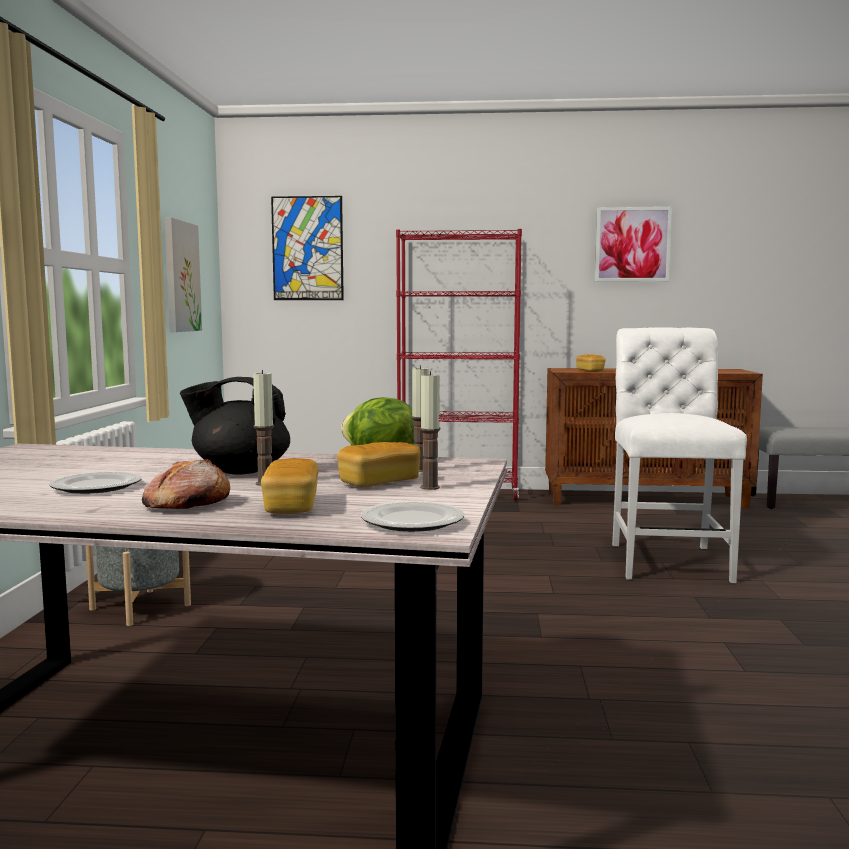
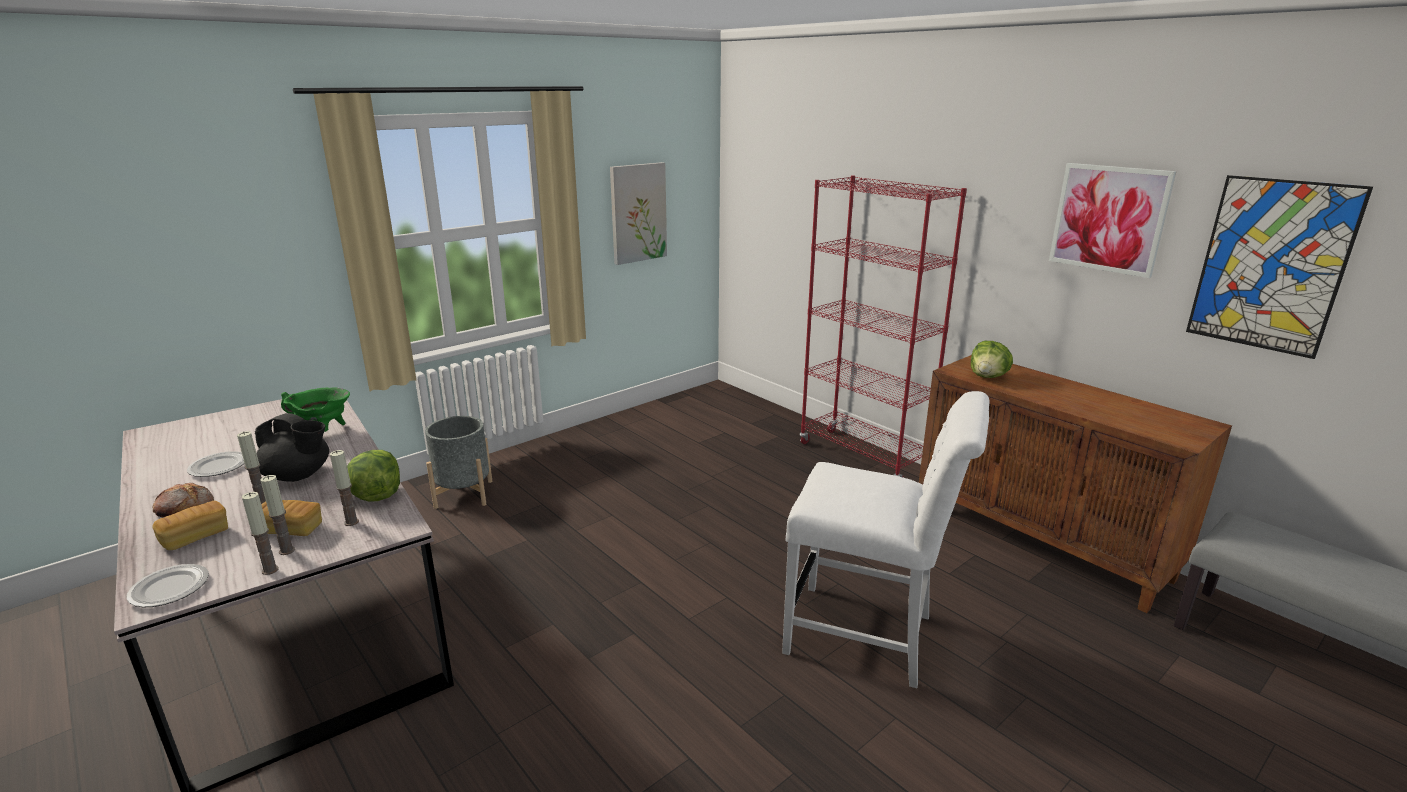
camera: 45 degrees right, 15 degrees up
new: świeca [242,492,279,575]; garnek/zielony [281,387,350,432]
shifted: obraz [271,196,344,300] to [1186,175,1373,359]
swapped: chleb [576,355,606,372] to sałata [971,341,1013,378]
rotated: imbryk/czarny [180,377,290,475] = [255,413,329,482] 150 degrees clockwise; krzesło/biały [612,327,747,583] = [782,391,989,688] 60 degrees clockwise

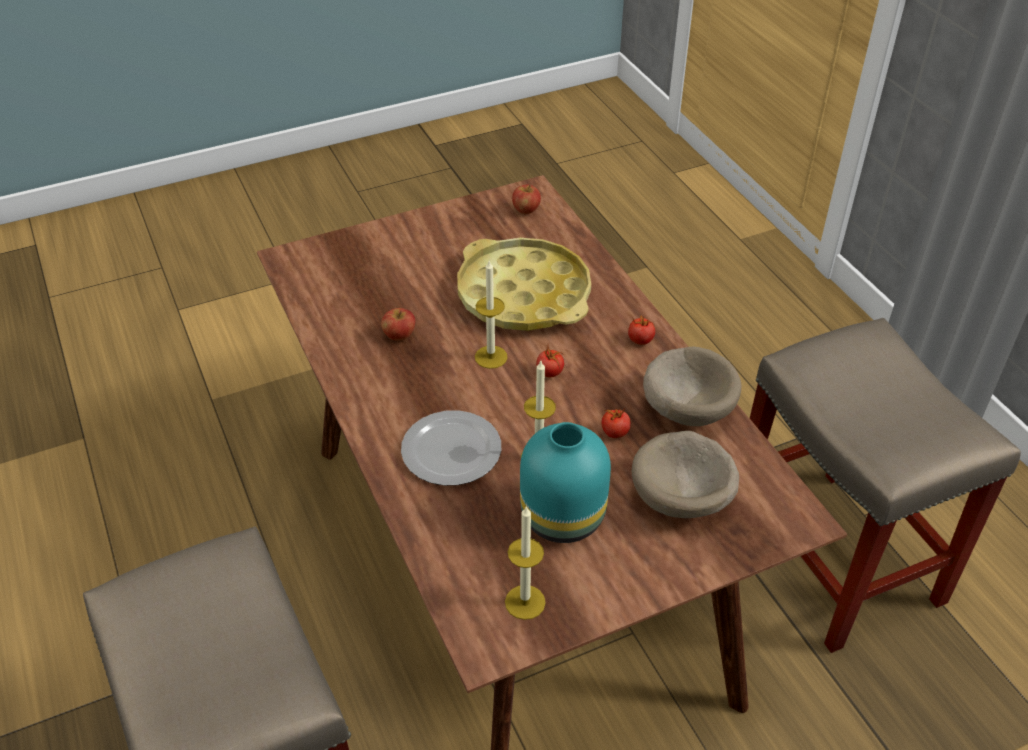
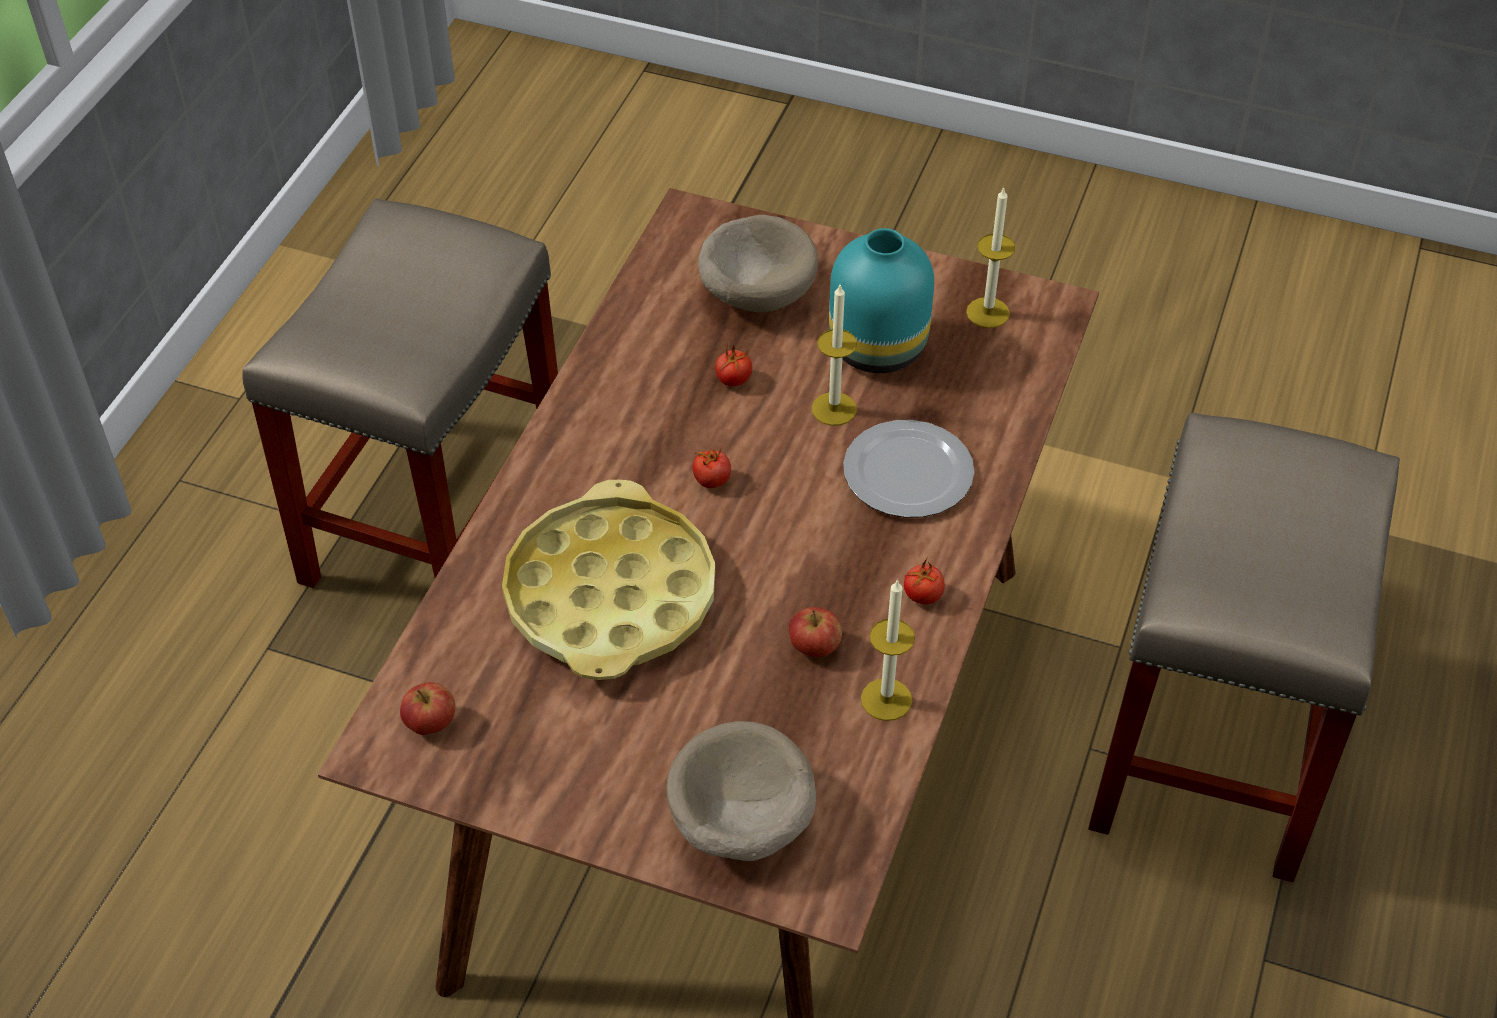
camera: 135 degrees left, 5 degrees up
shifted: świeca [475,261,508,369] to [861,579,915,721]; pomidor [628,315,655,345] to [904,558,945,604]; miska/beżowy [643,347,741,426] to [666,721,816,861]

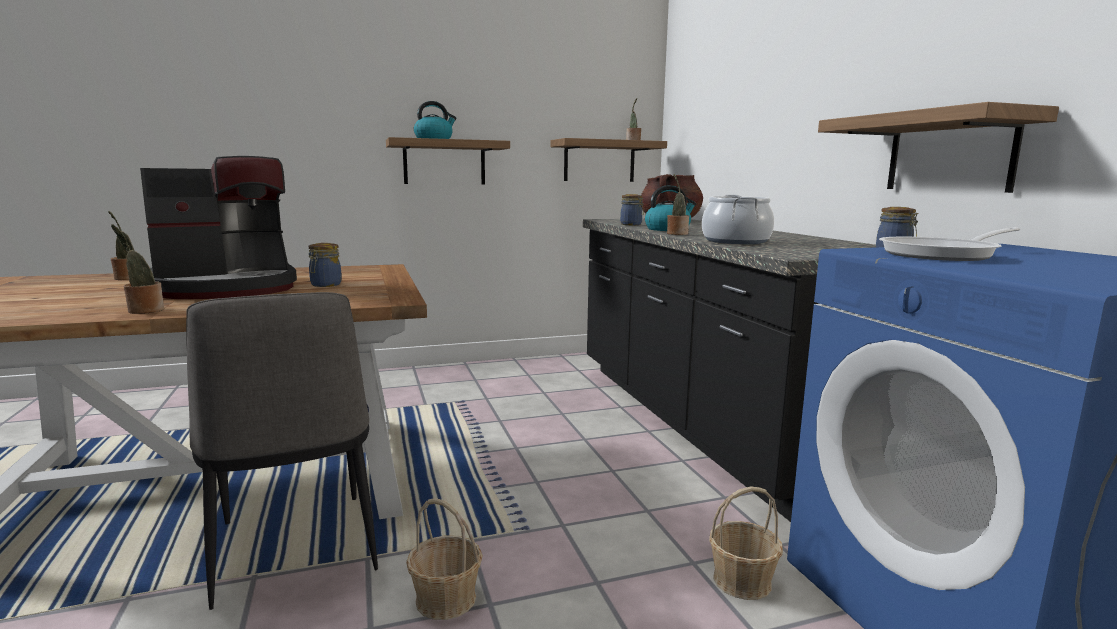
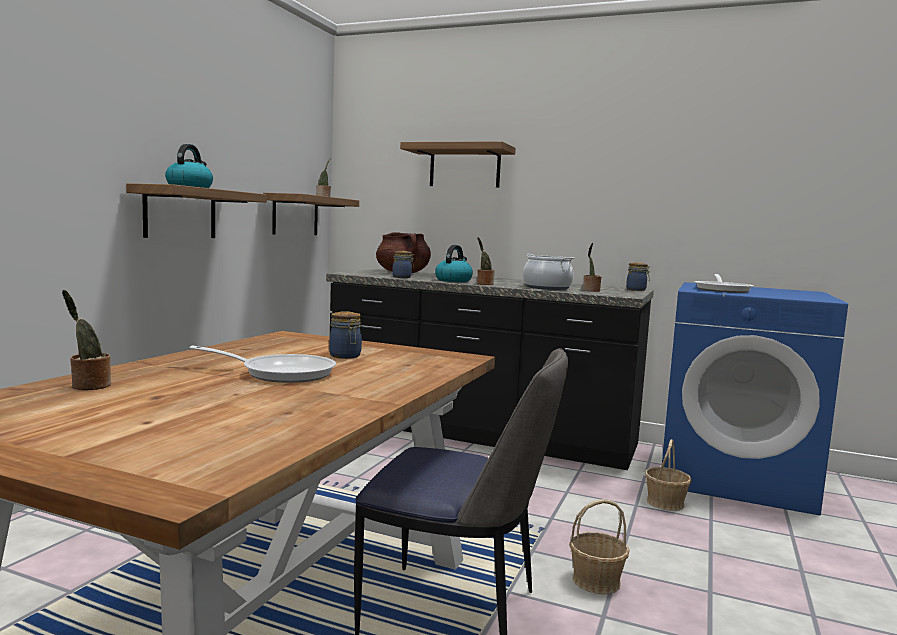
camera: 50 degrees left, 5 degrees down
shifted: roślina doniczkowa [111,224,164,314] to [583,243,601,292]; półka [818,102,1059,193] to [400,141,516,188]
swapped: ekspres do kawy [140,156,297,299] to patelnia [189,346,336,383]

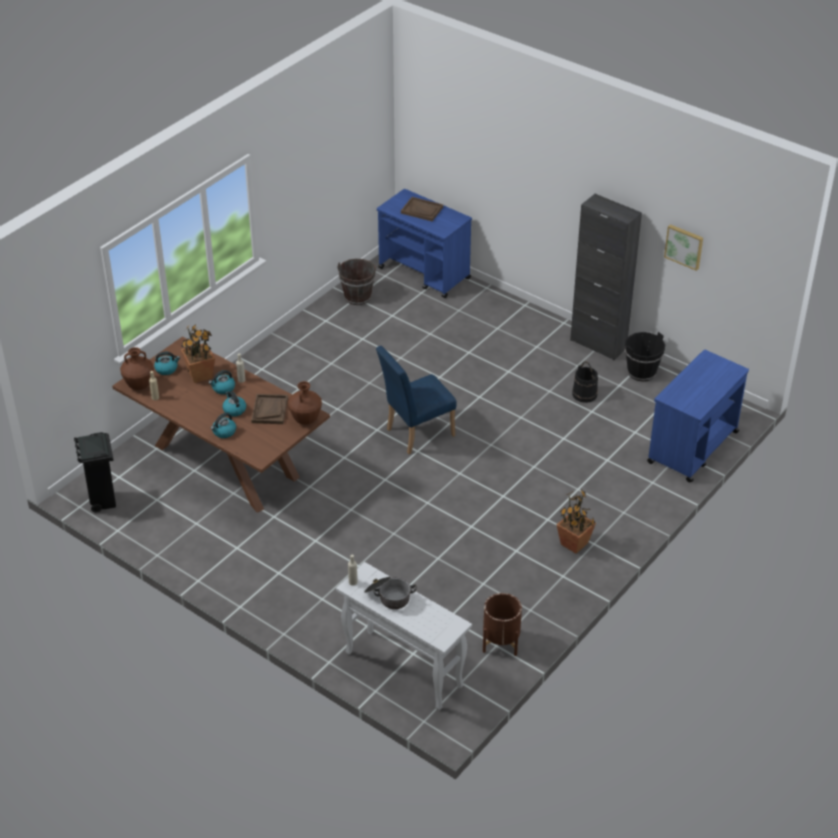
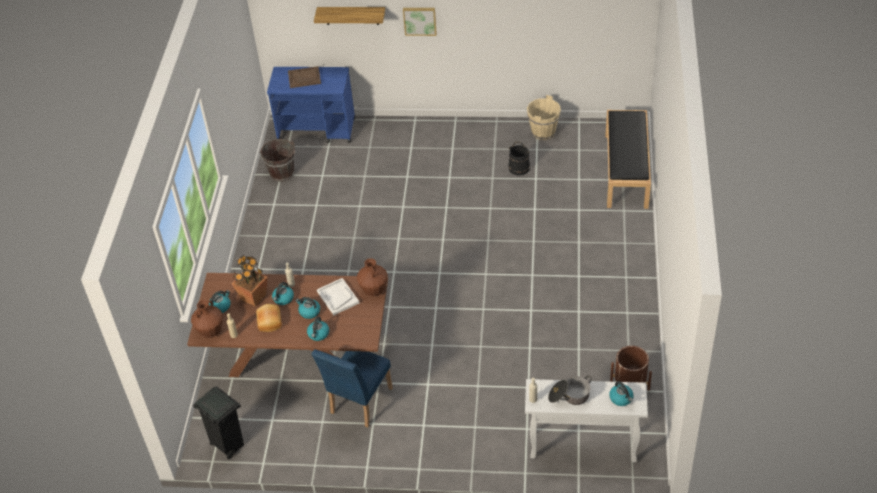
camera: 30 degrees left, 5 degrees up
gone: roślina doniczkowa [557,489,596,554]; szafka/czarny [570,194,642,360]
new: chleb [256,304,282,332]; półka [314,7,385,25]; czajnik [609,381,634,406]
shifted: krzesło/niebieski [376,346,457,454] to [311,349,393,427]; obraz [664,224,703,271] to [403,8,437,36]
swapped: wózek/niebieski [647,350,749,483] to ławka/czarny [606,110,651,209]
repainted: taca/brązowy [251,394,288,424] to taca/biały [317,278,360,315]; wiadro/czarny [625,332,665,382] to wiadro/beżowy [527,95,561,140]

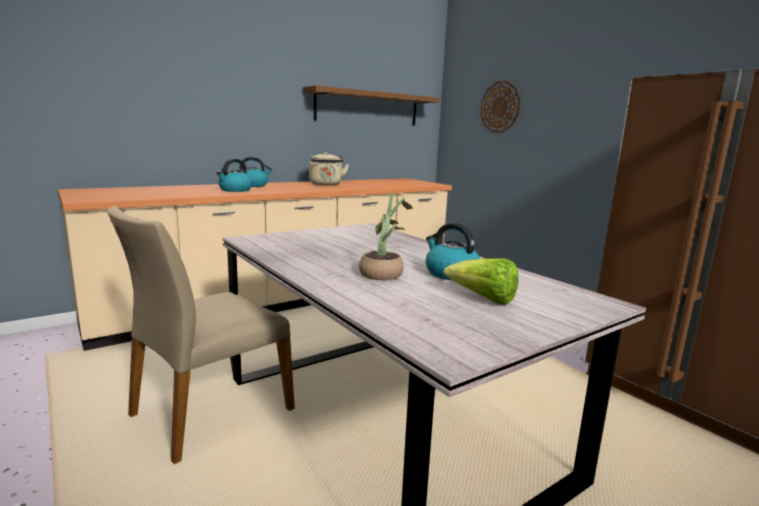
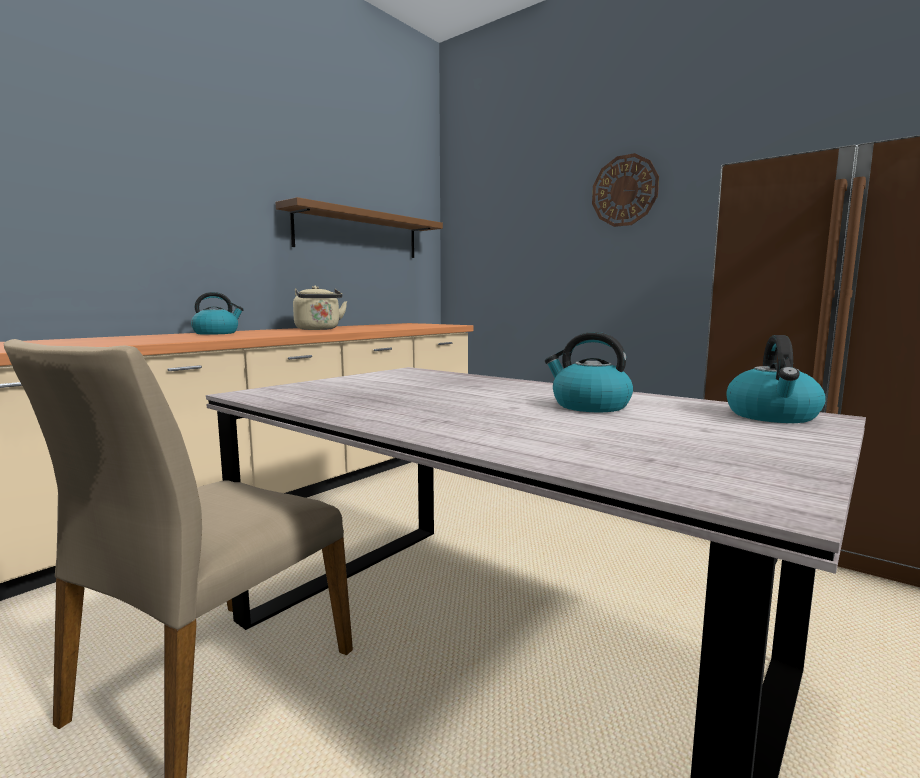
camera: 15 degrees left, 5 degrees down
gone: roślina doniczkowa [359,193,412,280]; sałata [444,258,519,305]
shifted: czajnik [216,159,253,192] to [727,335,826,423]; zegar ścienny [480,81,521,133] to [592,153,659,227]

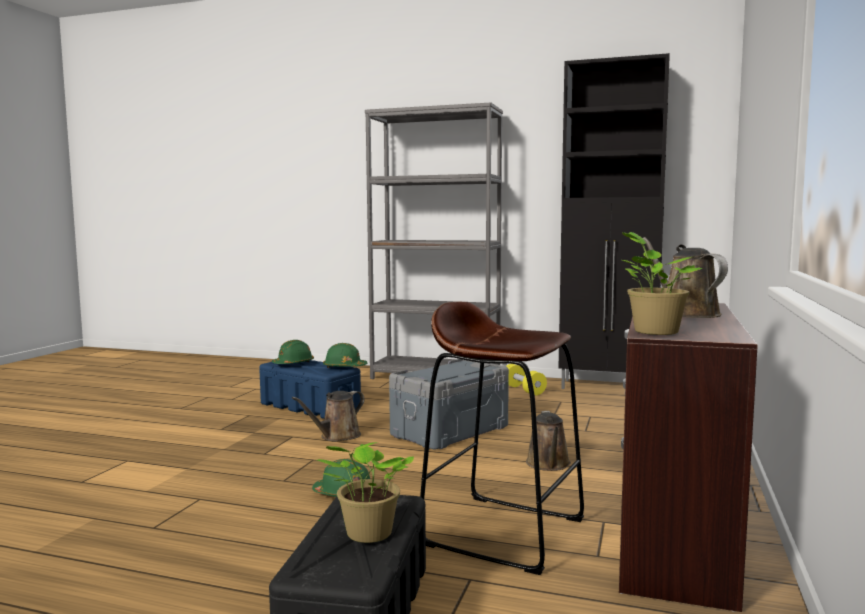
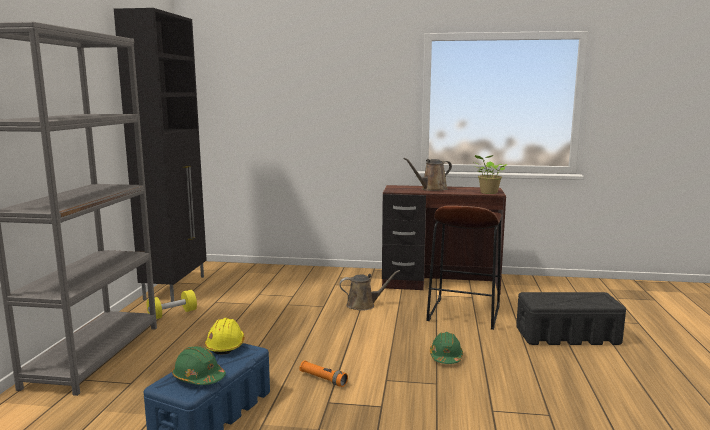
camera: 100 degrees left, 5 degrees up
gone: roślina doniczkowa [317,442,414,543]; pojemnik do przechowywania/szary [389,359,509,450]
swapped: konewka/brązowy [292,391,365,441] to latarka/pomarańczowy [299,360,348,387]
repainted: kask/zielony [323,343,368,368] to kask/żółty [205,318,245,355]

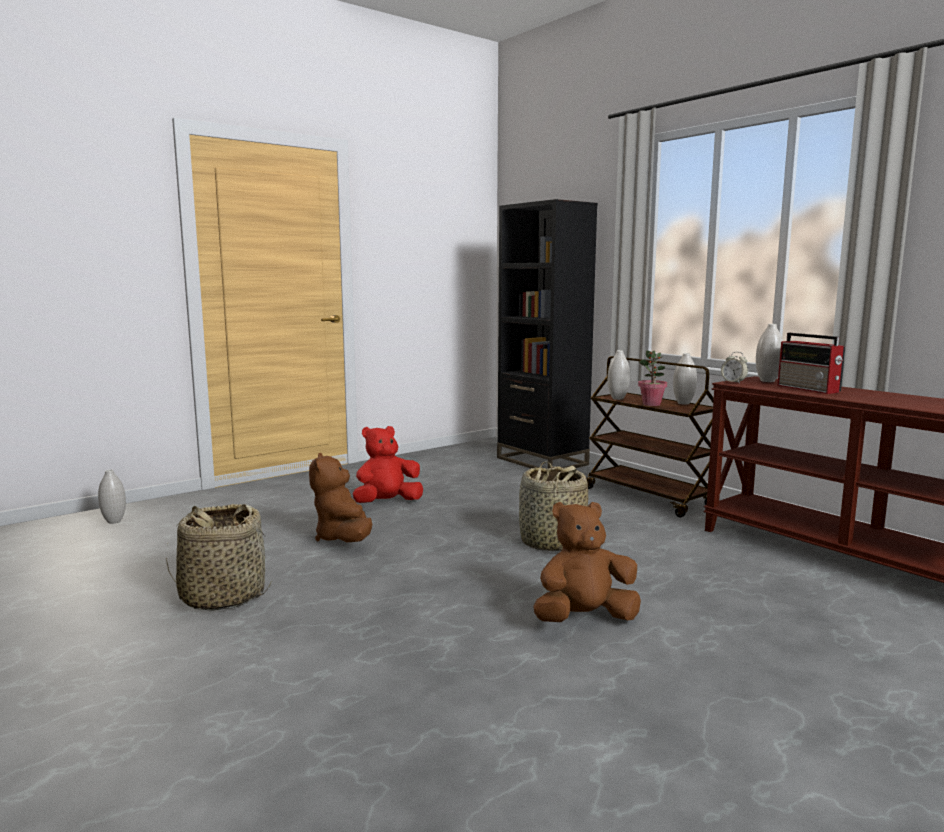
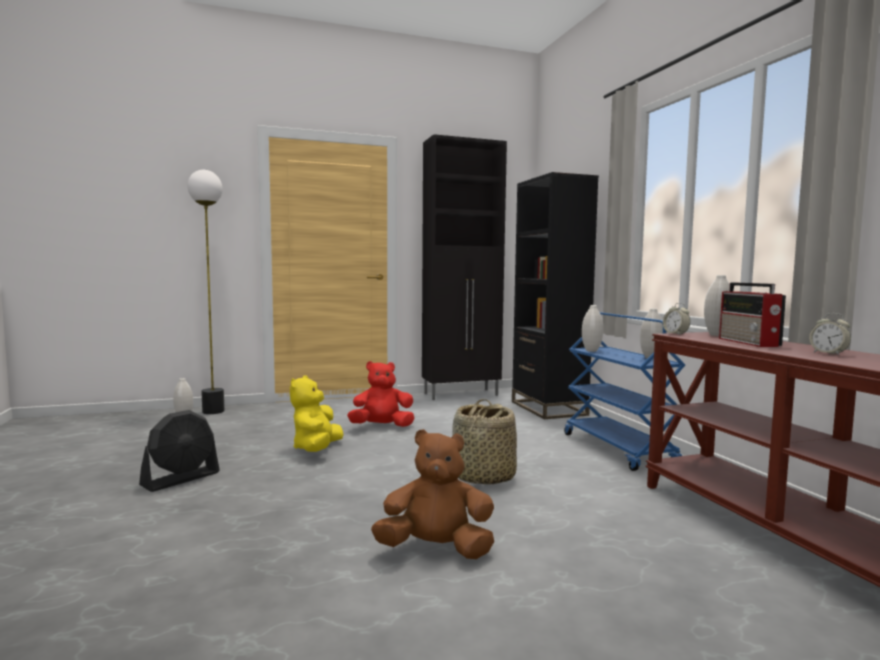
camera: 20 degrees right, 5 degrees down
gone: roślina doniczkowa [638,351,667,406]
new: lampa stojąca [187,170,224,414]; szafka/czarny [422,134,507,400]; budzik [809,313,851,355]
swapped: koszyk [166,504,272,611] to wentylator/czarny [139,410,220,492]
repainted: pluszak/brązowy [309,453,372,542] to pluszak/żółty [290,376,344,452]; wózek/brązowy [586,356,714,517] to wózek/niebieski [564,312,685,471]

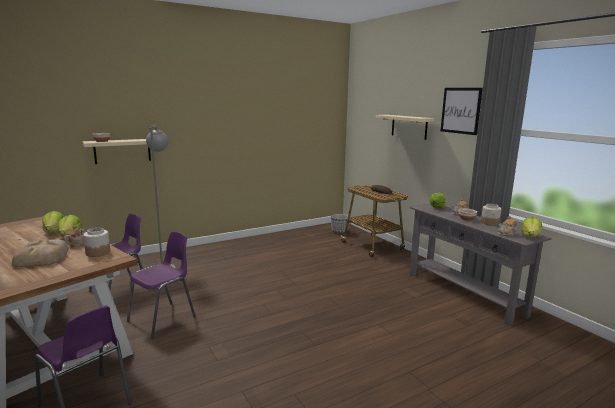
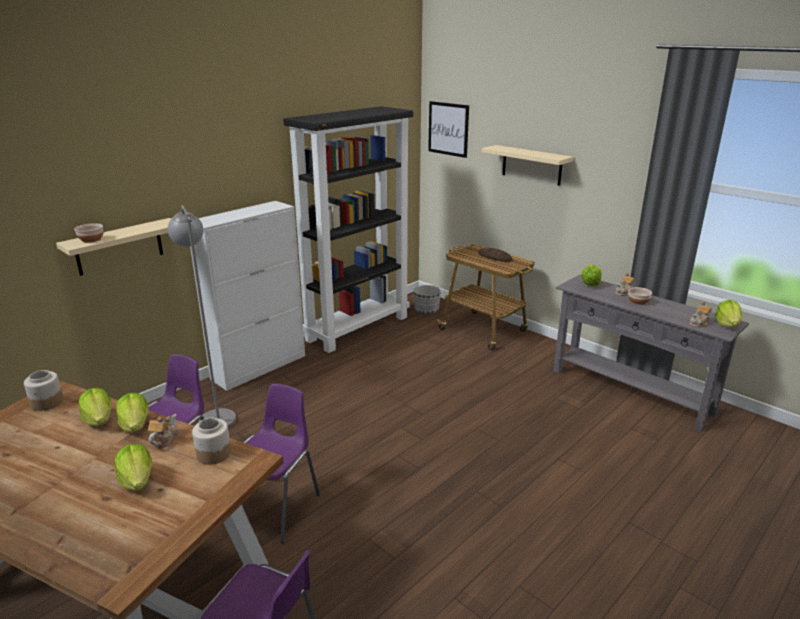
camera: 15 degrees left, 10 degrees up
new: szafka/biały [190,201,305,391]; regał/czarny [283,106,413,353]
shifted: obraz [441,88,483,135] to [428,101,469,158]; słoik [481,204,501,226] to [24,370,64,411]
swapped: chleb [11,240,69,267] to sałata [114,444,152,491]

